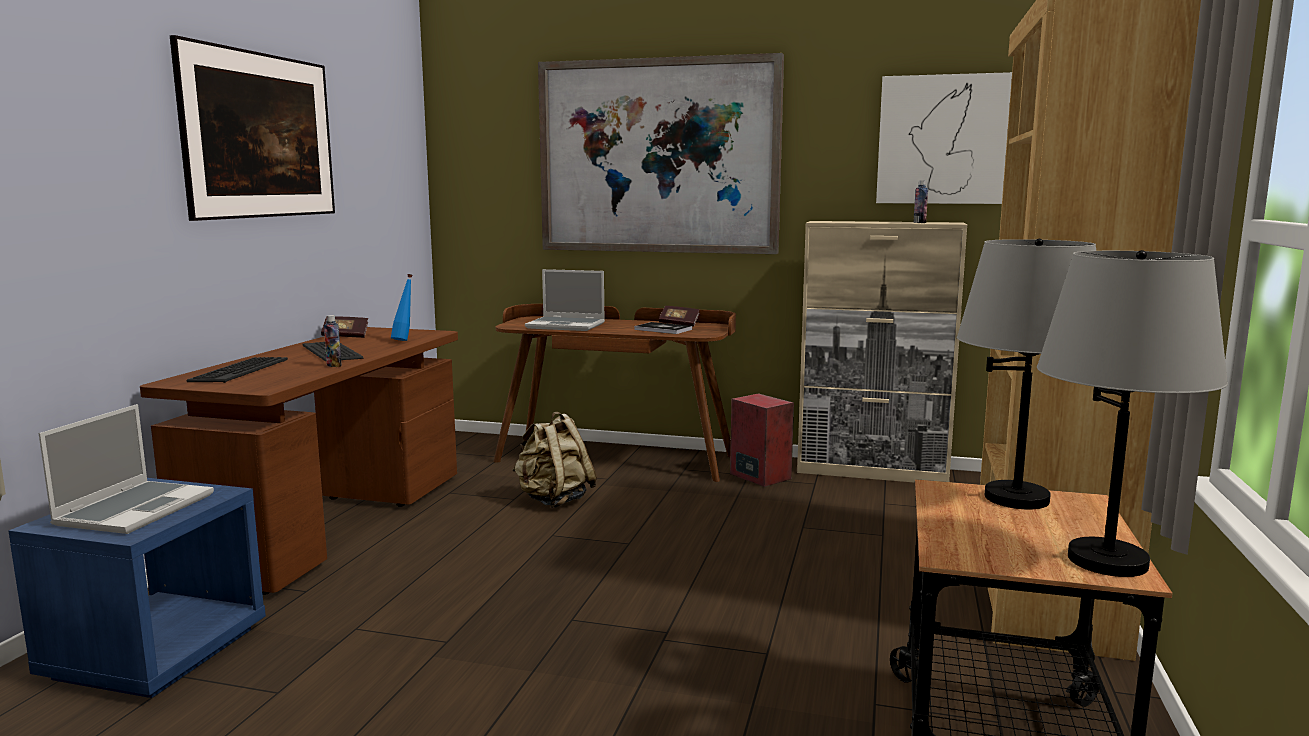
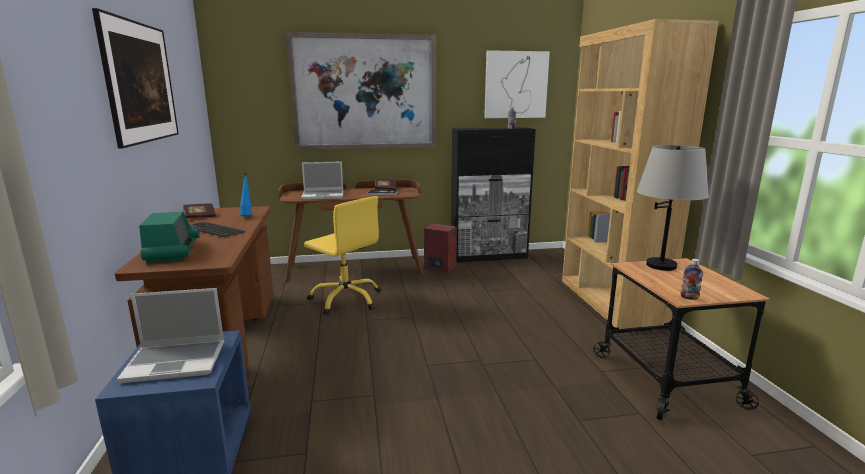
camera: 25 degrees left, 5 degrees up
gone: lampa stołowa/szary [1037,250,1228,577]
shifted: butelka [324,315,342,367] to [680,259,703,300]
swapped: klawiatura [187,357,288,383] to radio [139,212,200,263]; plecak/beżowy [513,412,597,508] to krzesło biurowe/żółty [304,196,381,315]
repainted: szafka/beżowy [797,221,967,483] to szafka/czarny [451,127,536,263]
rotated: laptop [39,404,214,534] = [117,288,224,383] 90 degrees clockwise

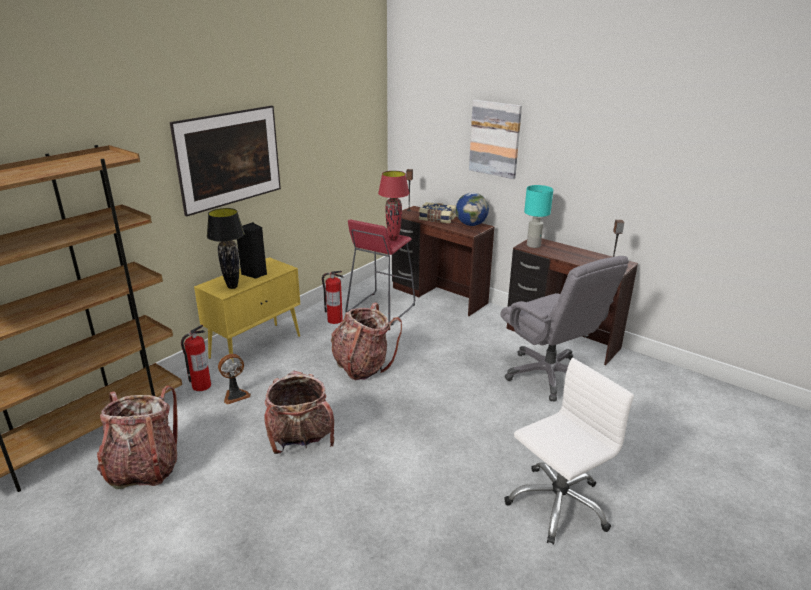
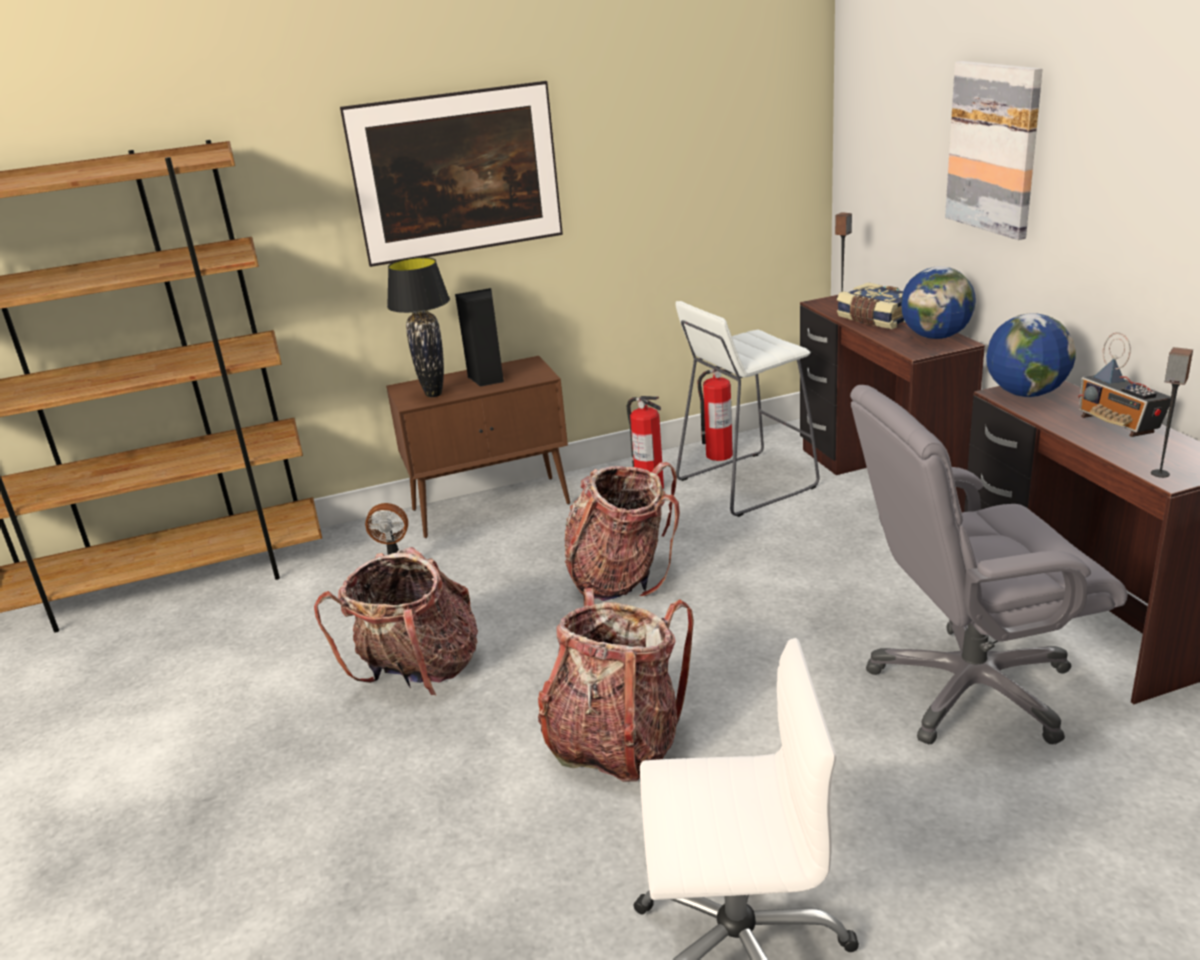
camera: 35 degrees right, 0 degrees up
gone: lampa stołowa/czerwony [378,171,409,241]
new: radio [1078,333,1171,437]
shifted: plecak [97,385,178,489] to [538,588,694,782]; gaśnica [181,325,211,391] to [697,366,733,461]
swapped: lampa stołowa/turkusowy [524,185,553,248] to globus [986,313,1076,397]
repainted: szafka/żółty [194,257,300,364] to szafka/brązowy [386,356,570,538]; stołek/czerwony [345,220,415,325] to stołek/biały [676,301,819,517]
rotated: krzesło biurowe/szary [500,256,629,402] = [850,385,1128,745] 75 degrees clockwise

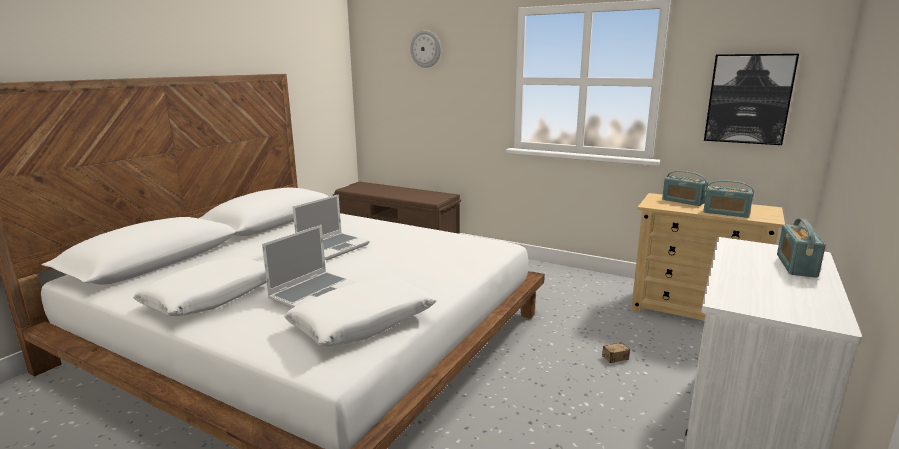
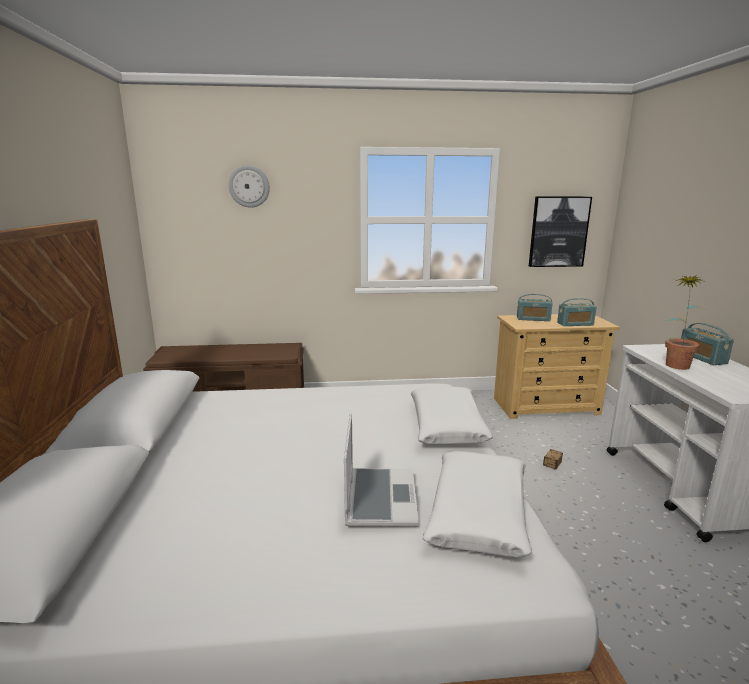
camera: 35 degrees left, 0 degrees up
gone: laptop [293,194,370,260]
new: roślina doniczkowa [665,275,706,370]
shifted: poduszka/biały [133,257,267,316] to [411,387,493,445]

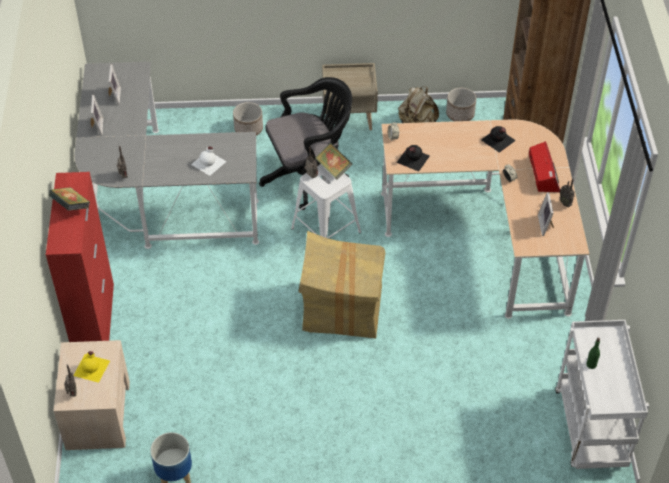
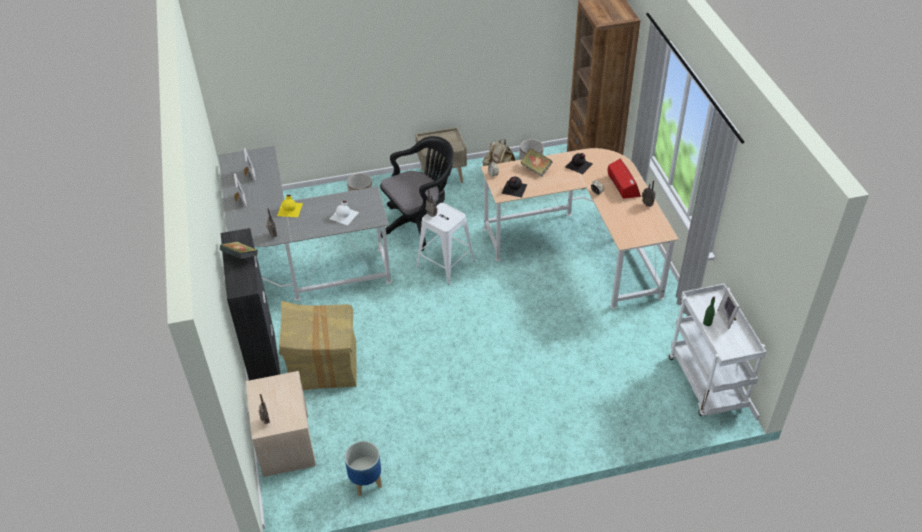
camera: 10 degrees left, 5 degrees down
shifted: butelka/żółty [73,351,110,383] to [277,195,303,217]; karton [298,231,385,338] to [279,301,356,390]; książka [315,143,352,180] to [521,148,552,177]; ramka na zdjęcie [538,192,554,236] to [717,288,740,329]
repainted: szafka/czerwony [46,172,114,342] to szafka/czarny [221,228,280,380]

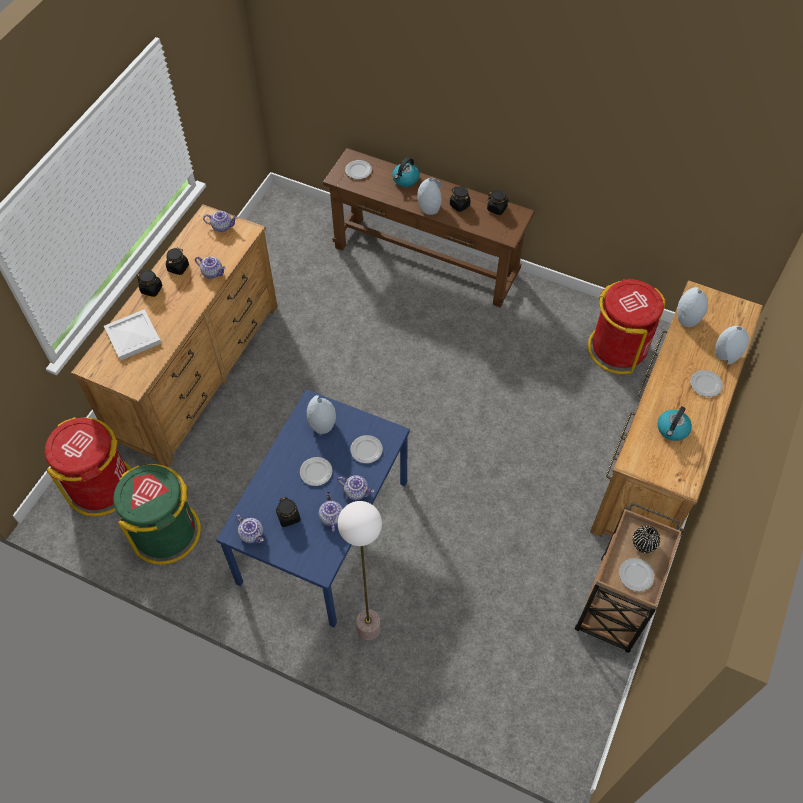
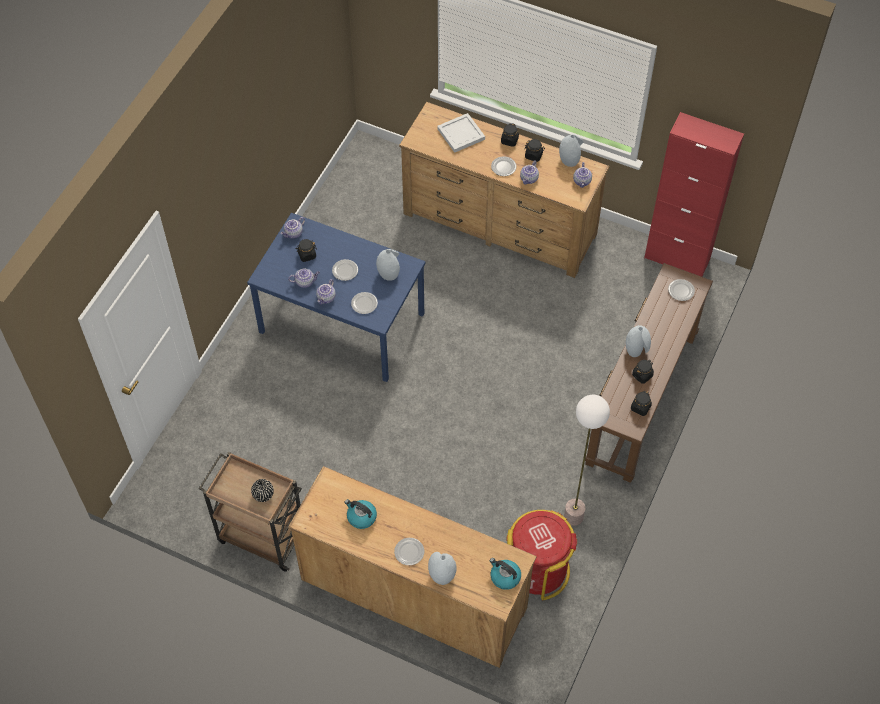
camera: 90 degrees right, 0 degrees up
gone: kosz na śmieci/czerwony [45,417,131,516]; kosz na śmieci/zielony [113,464,201,565]
new: szafka/czerwony [644,112,744,277]
shifted: lampa stojąca [338,501,382,640] to [564,395,610,526]; czajnik [392,157,419,187] to [490,558,521,590]; talerz [619,558,654,591] to [491,156,517,176]; wazon/szary [677,287,708,327] to [559,134,584,167]

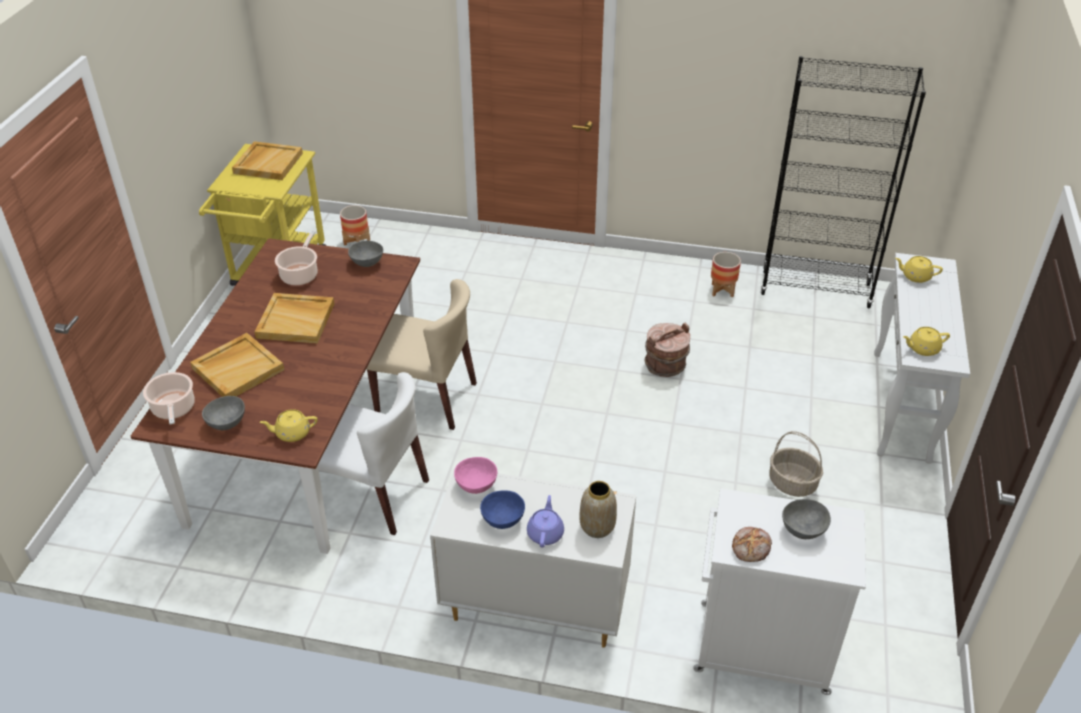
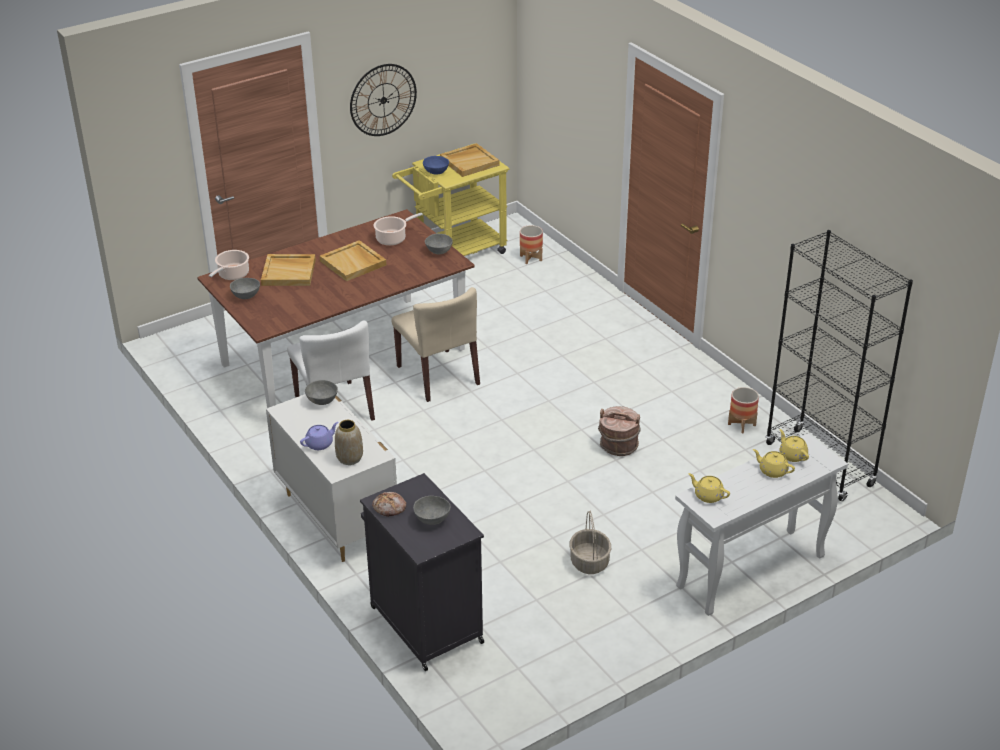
camera: 45 degrees right, 5 degrees down
new: zegar ścienny [350,64,417,136]
shifted: imbryk/żółty [260,409,318,442] to [753,449,795,478]; miska/niebieski [480,490,525,529] to [423,156,449,175]
repainted: miska/różowy [454,457,497,494] to miska/szary [305,380,338,405]; szafka/biały [693,488,866,695] to szafka/czarny [360,473,484,671]

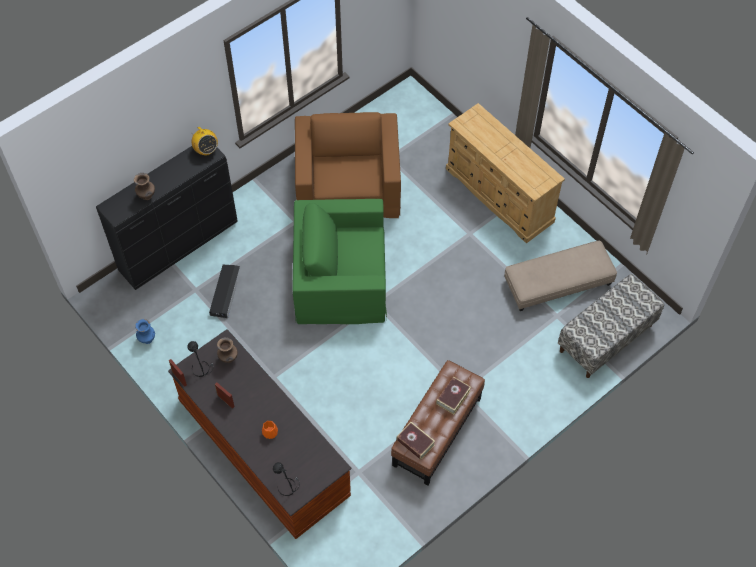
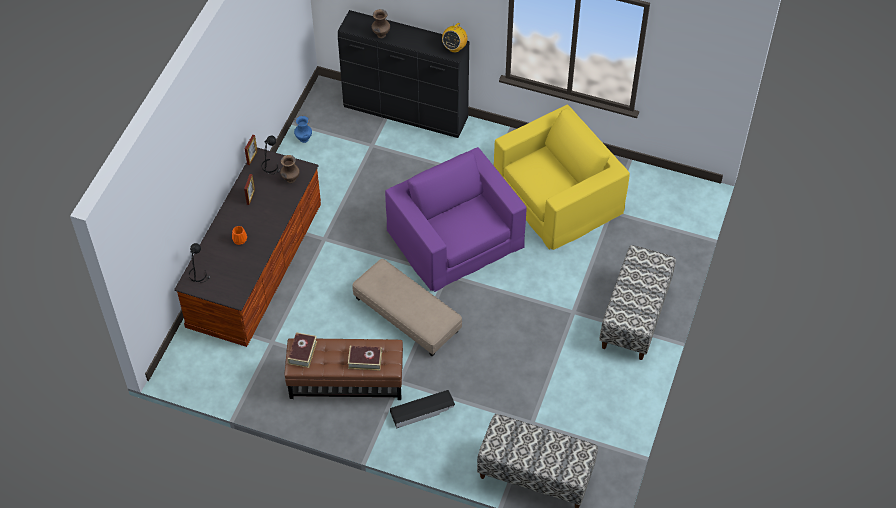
camera: 60 degrees right, 5 degrees down
shifted: pojemnik do przechowywania/czarny [209,265,240,318] to [390,390,455,428]; pufa/beżowy [504,241,617,311] to [352,259,462,357]
swapped: komoda/beżowy [446,103,565,244] to ławka [599,245,676,360]
repainted: fotel/zielony [292,199,387,324] to fotel/fioletowy [385,147,527,292]; fotel/brązowy [295,112,401,218] to fotel/żółty [494,105,630,250]

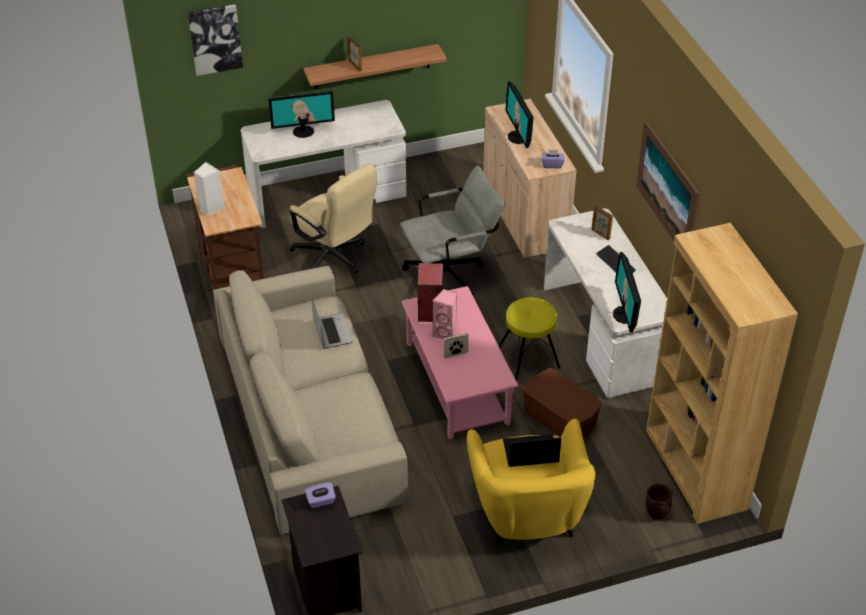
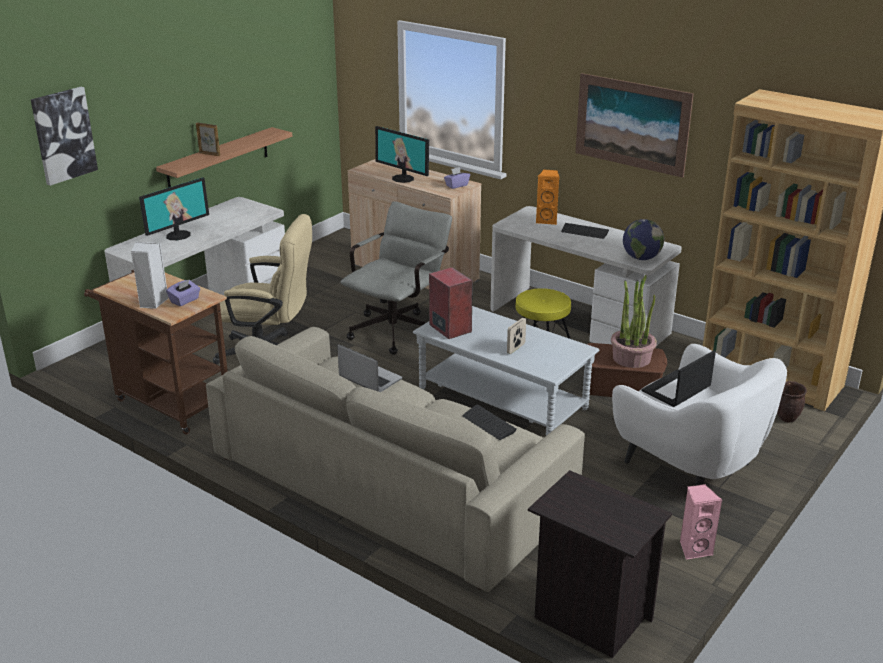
camera: 35 degrees left, 15 degrees down
new: klawiatura [462,405,517,440]; roślina doniczkowa [611,275,657,368]
shifted: pudełko chusteczek/fioletowy [305,483,336,508] to [166,279,200,306]; głośnik/różowy [433,289,457,340] to [680,484,722,559]
swapped: ramka na zdjęcie [592,206,613,240] to głośnik/pomarańczowy [536,170,560,225]; monitor [613,252,641,332] to globus [623,219,664,260]
repainted: ława/różowy [402,286,519,439] to ława/szary [413,306,600,436]; fotel/żółty [467,419,595,546] to fotel/biały [612,344,787,486]

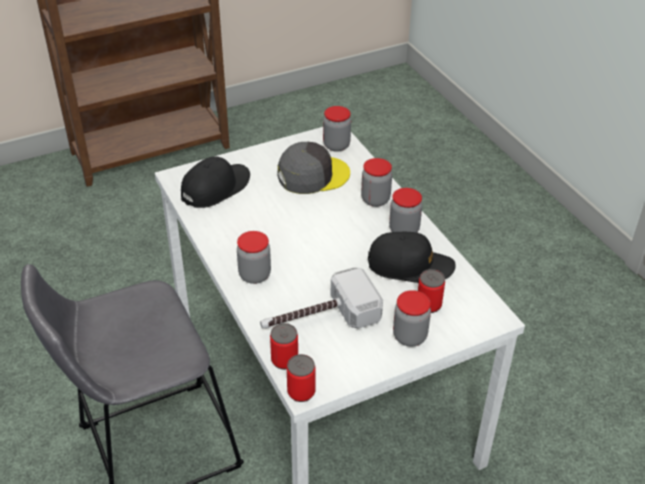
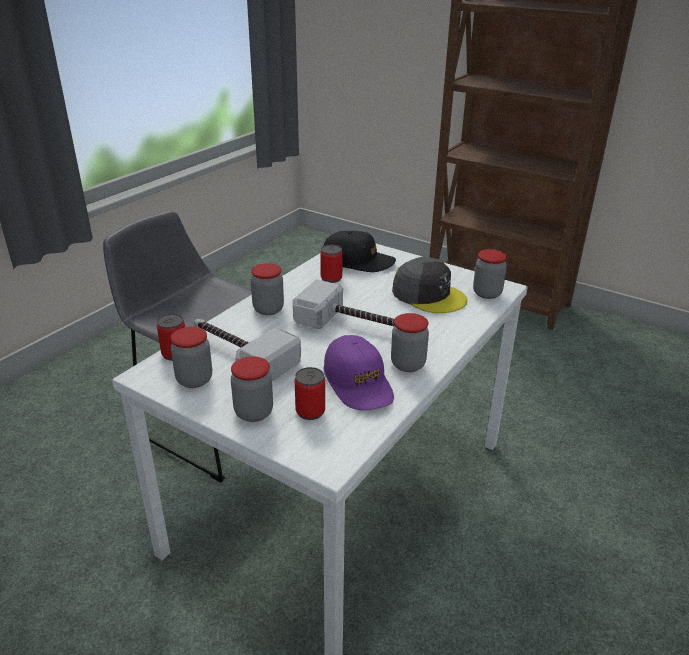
camera: 60 degrees right, 10 degrees down
new: młotek [293,279,395,329]
shifted: puszka [287,354,316,402] to [320,245,343,283]; słoik [361,158,392,207] to [170,327,212,388]
repainted: czapka z daszkiem/czarny [368,231,456,283] to czapka z daszkiem/fioletowy [324,335,394,410]

